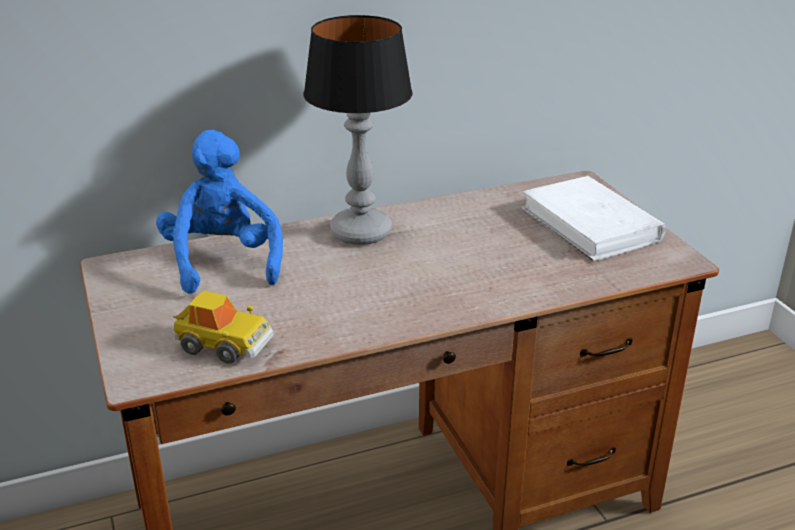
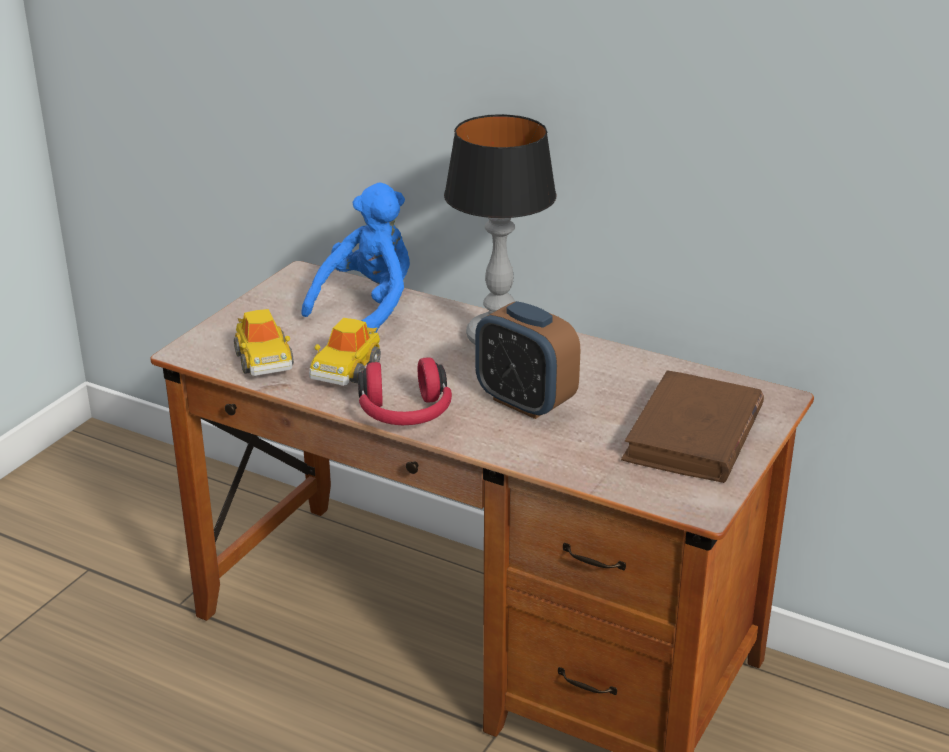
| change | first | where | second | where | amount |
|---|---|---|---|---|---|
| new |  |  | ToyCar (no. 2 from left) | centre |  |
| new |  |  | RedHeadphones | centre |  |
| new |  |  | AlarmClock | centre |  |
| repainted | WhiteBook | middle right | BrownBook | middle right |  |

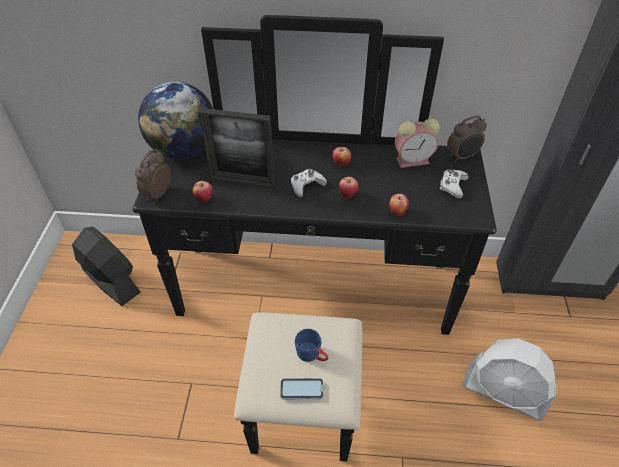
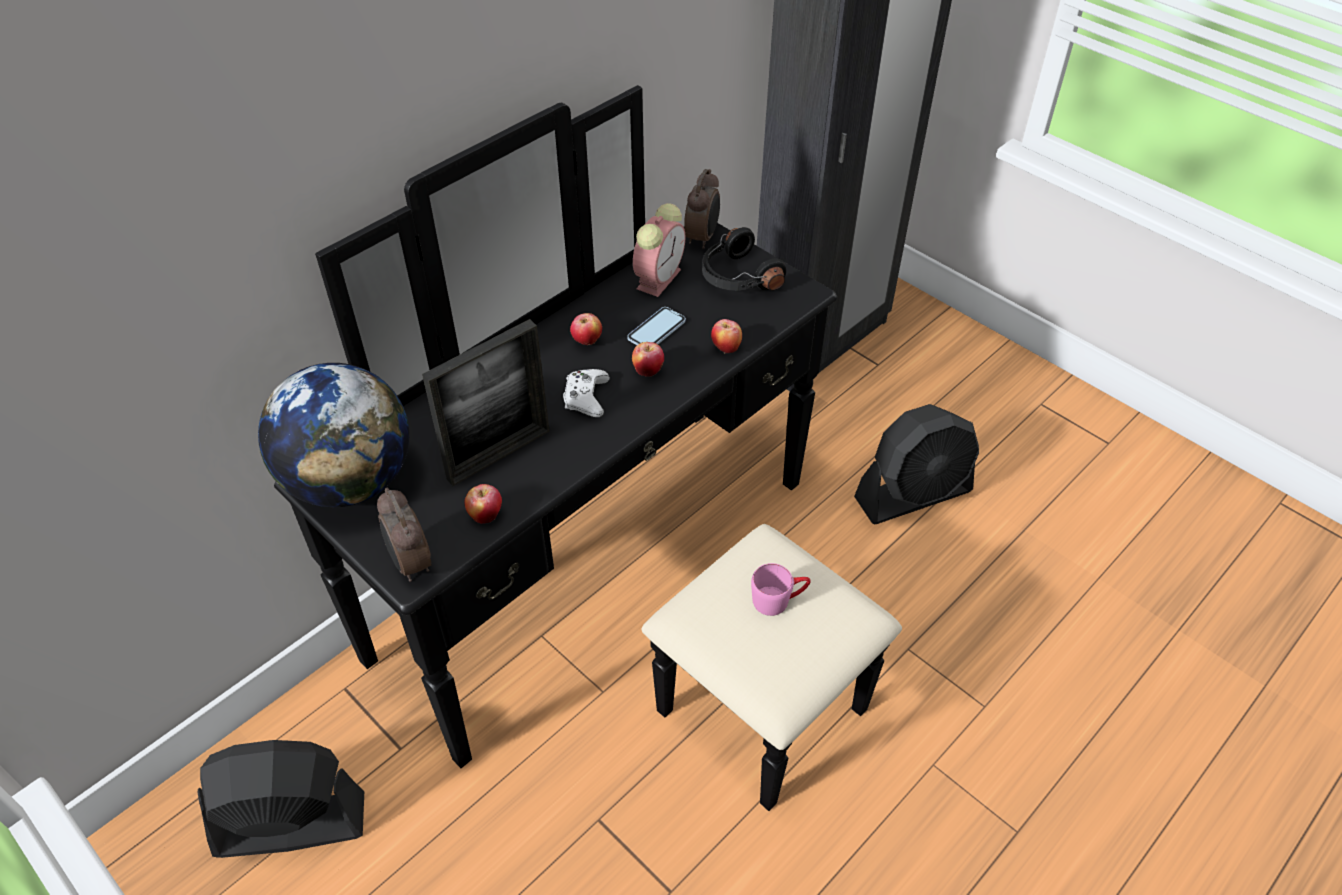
| change | first | where | second | where | amount |
|---|---|---|---|---|---|
| shifted | Phone | bottom centre |  | centre |  |
| swapped | WhiteGameController (no. 2 from left) | middle right | BlackHeadphones | top centre |  |
| repainted | BlueMug | bottom centre | PinkMug | centre |  |
| repainted | WhiteFan | bottom right | BlackFan (no. 2 from left) | middle right |  |

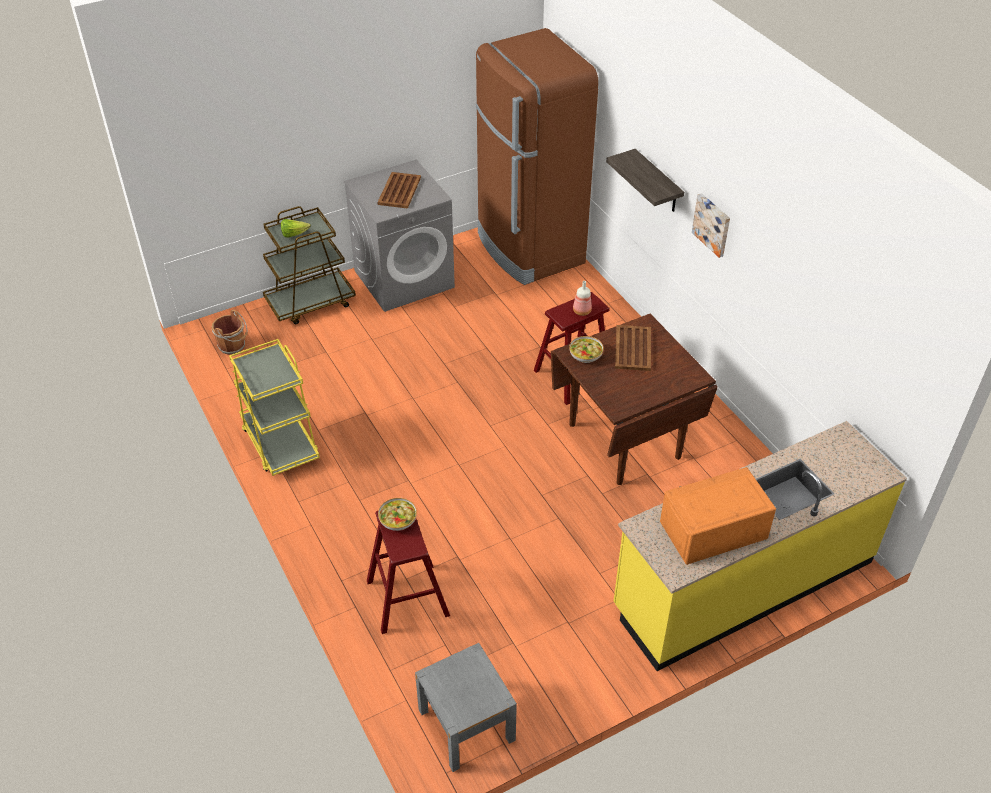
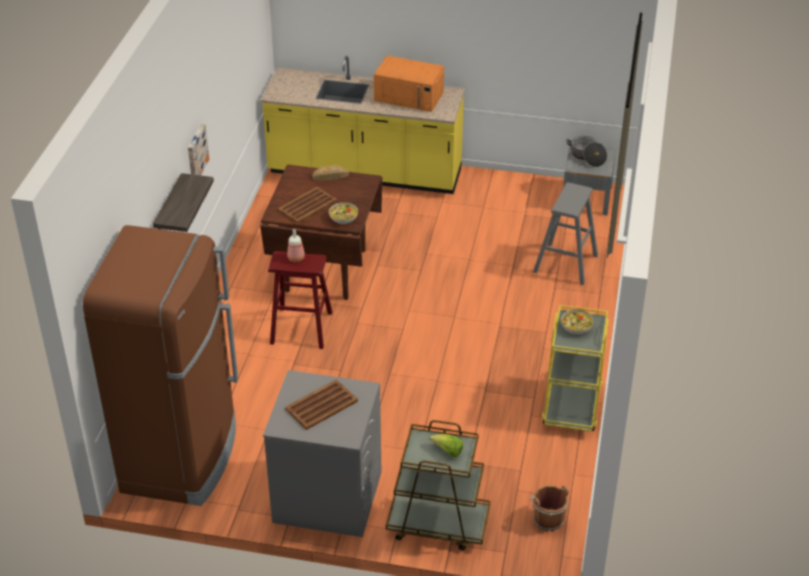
| change | first | where | second | where | amount |
|---|---|---|---|---|---|
| new |  |  | Bread | top centre |  |
| repainted | RedStool (no. 1 from left) | bottom centre | GreyStool | middle right |  |
| shifted | Bowl (no. 1 from left in the first image) | centre | Bowl (no. 2 from left) | middle right |  |
| new |  |  | CookingPot | top right |  |

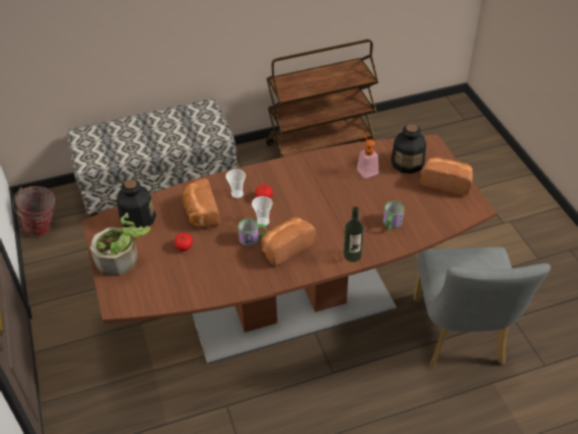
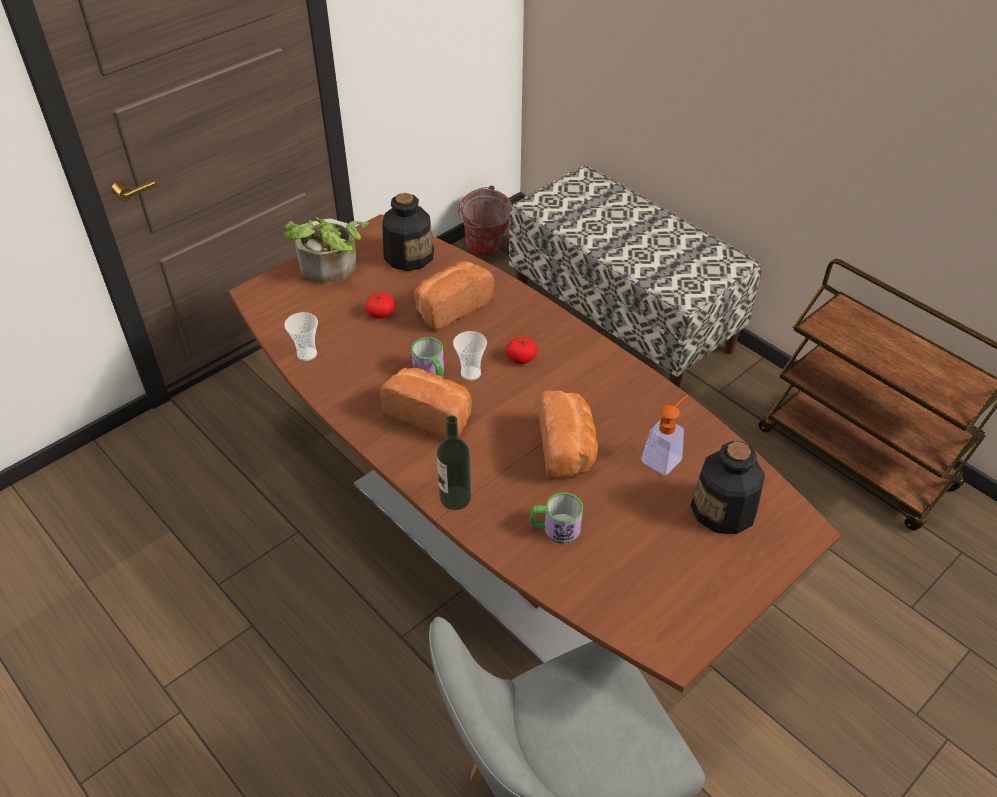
| change | first | where | second | where | amount |
|---|---|---|---|---|---|
| shifted | Cup (no. 1 from left) | centre |  | middle left |  |
| shifted | Bread (no. 3 from left) | middle right |  | centre |  |

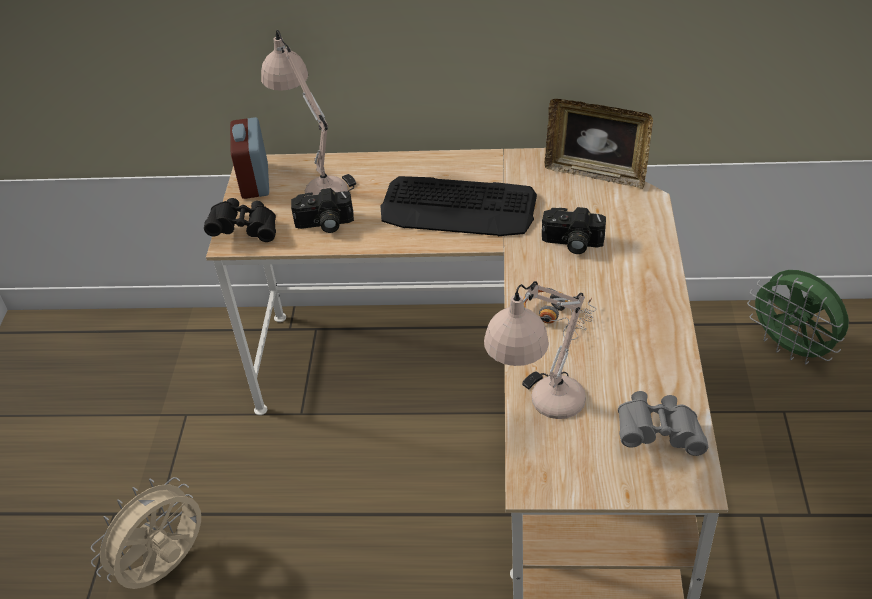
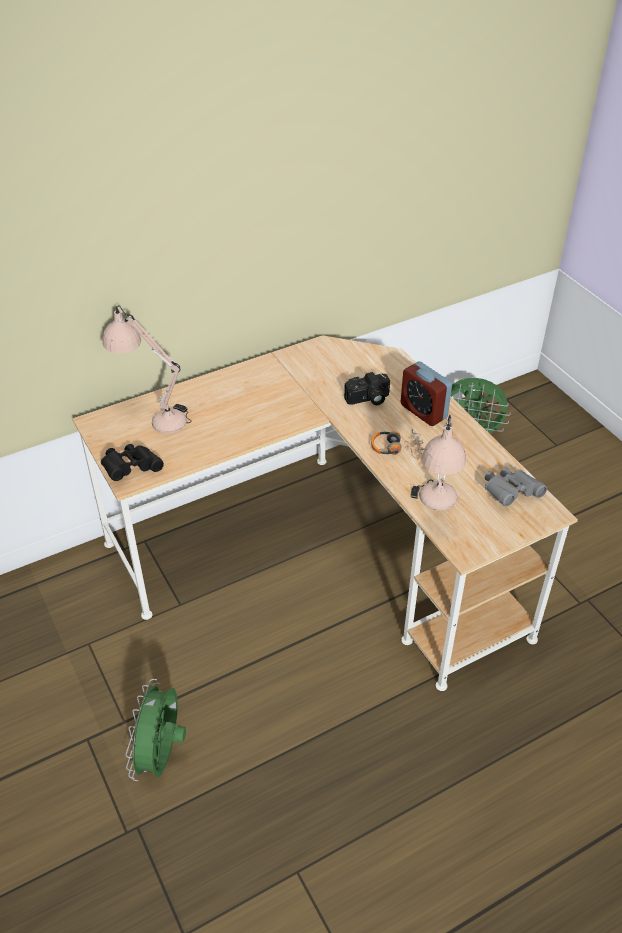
| change | first | where | second | where | amount |
|---|---|---|---|---|---|
| repainted | BeigeFan | bottom left | GreenFan (no. 1 from left) | bottom left |  |
| shifted | AlarmClock | top left |  | middle right |  |
| gone | PhotoCamera (no. 1 from left) | centre |  |  |  |
| gone | Keyboard | centre |  |  |  |
| gone | PictureFrame | top right |  |  |  |

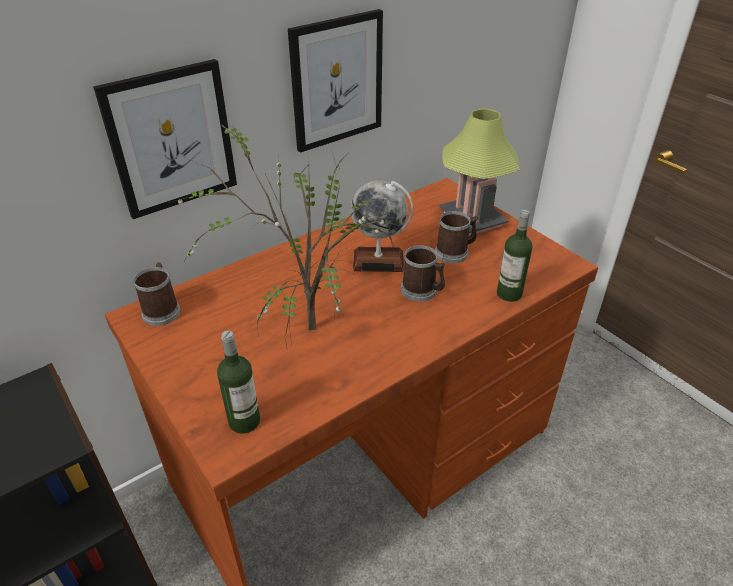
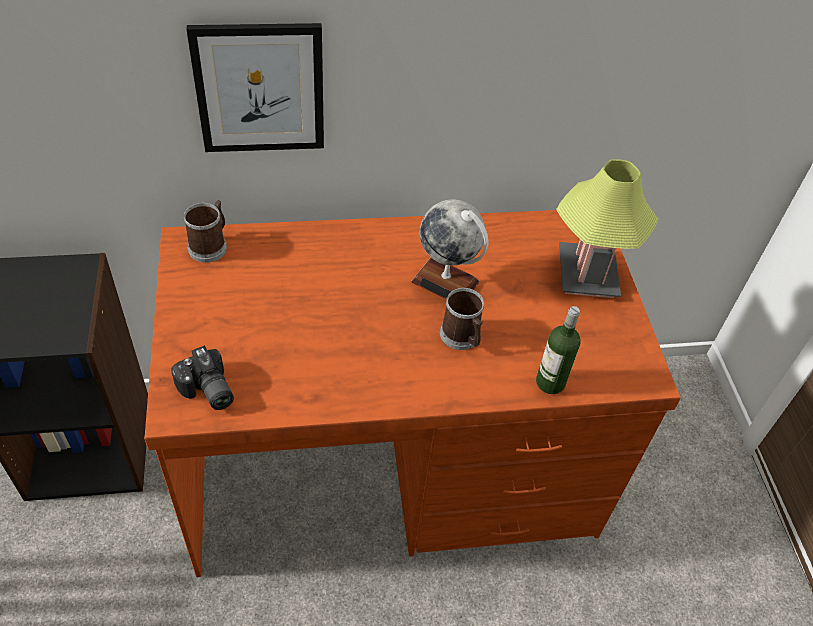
| change | first | where | second | where | amount |
|---|---|---|---|---|---|
| swapped | Bottle (no. 1 from left) | middle left | PhotoCamera | middle left |  |
| gone | PottedPlant | centre |  |  |  |
| gone | Picture (no. 2 from left) | top centre |  |  |  |
| gone | Mug (no. 3 from left) | centre |  |  |  |

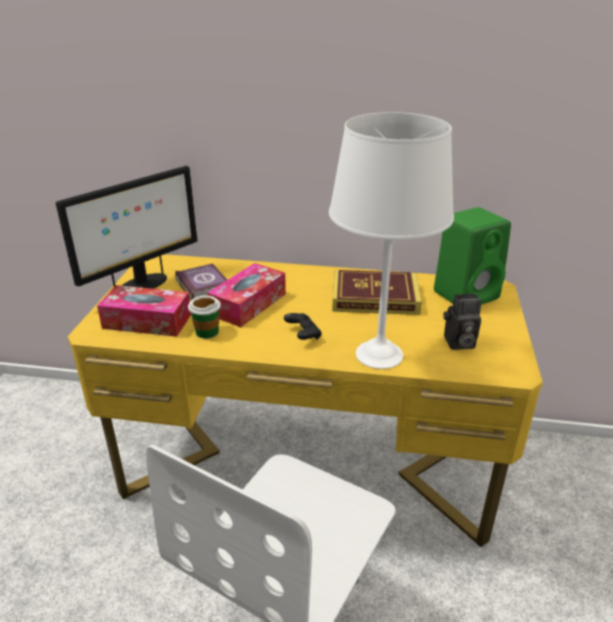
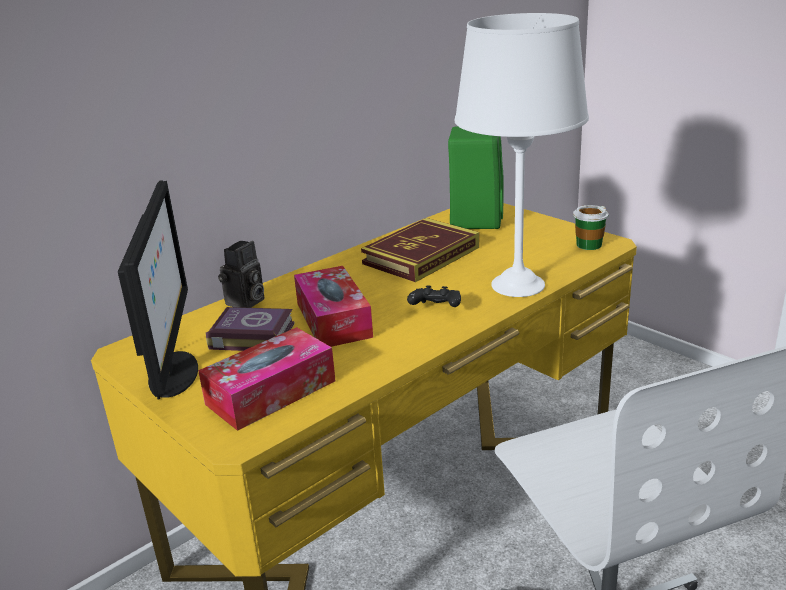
| change | first | where | second | where | amount |
|---|---|---|---|---|---|
| shifted | PhotoCamera | middle right |  | middle left |  |
| shifted | Cup | middle left |  | middle right |  |

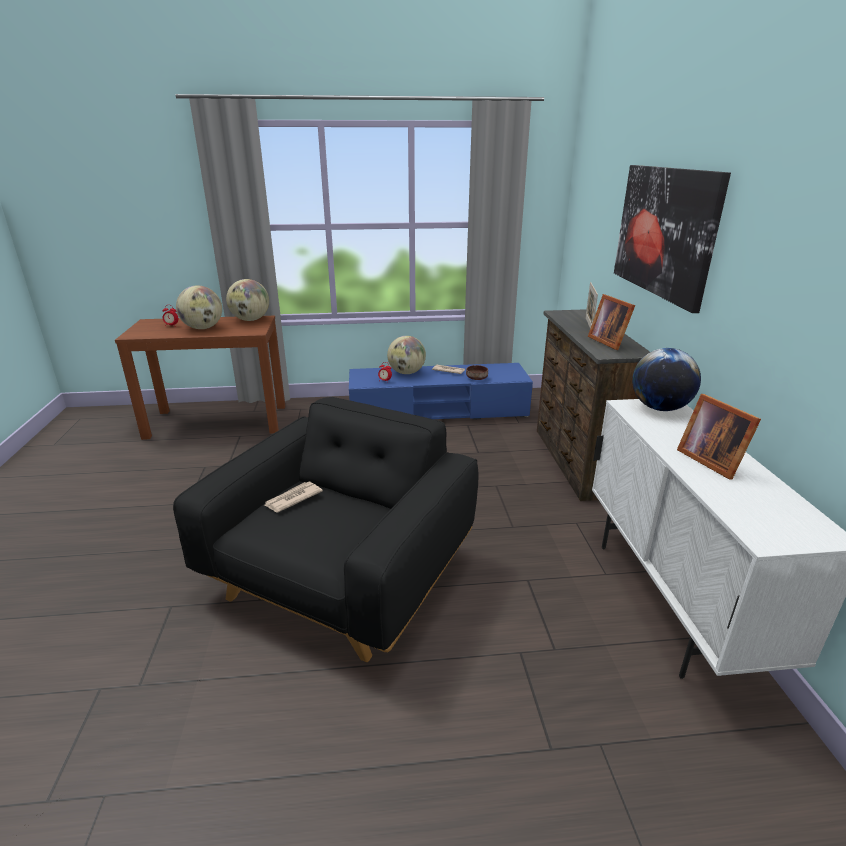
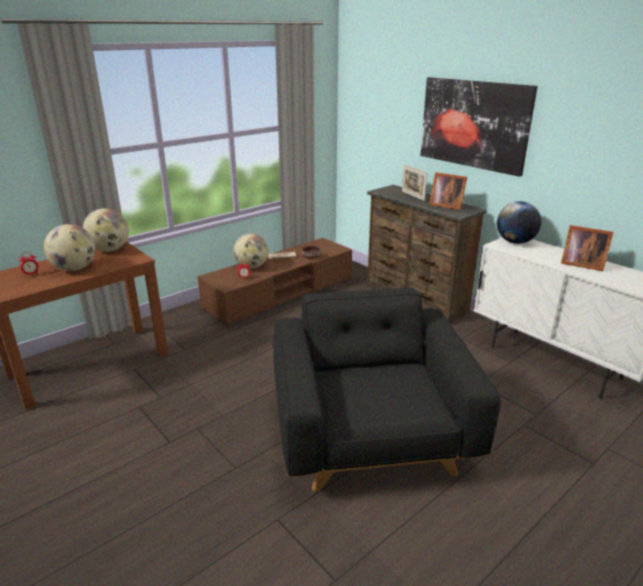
| change | first | where | second | where | amount |
|---|---|---|---|---|---|
| repainted | BlueTvStand | centre | BrownTvStand | centre |  |
| gone | Newspaper (no. 1 from left) | centre |  |  |  |

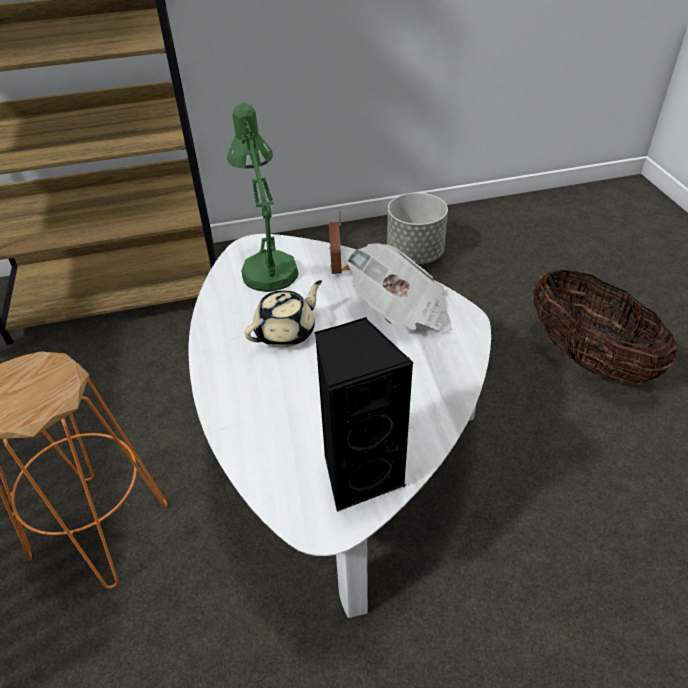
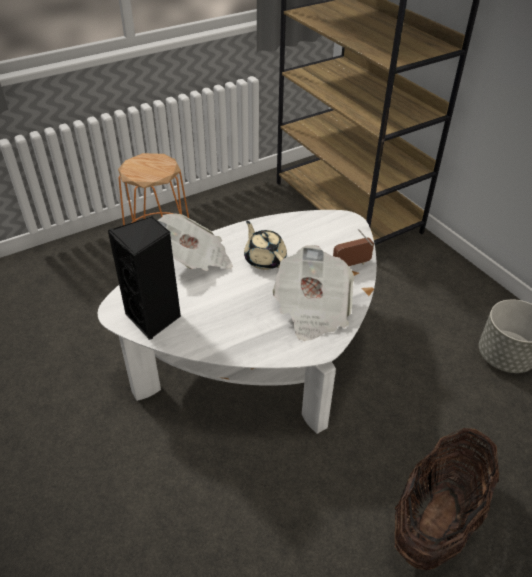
| change | first | where | second | where | amount |
|---|---|---|---|---|---|
| new |  |  | Newspaper (no. 1 from left) | centre |  |
| rotated | BeigeTeapot | centre |  | centre | 150 degrees counterclockwise |
| gone | GreenTableLamp | top centre |  |  |  |

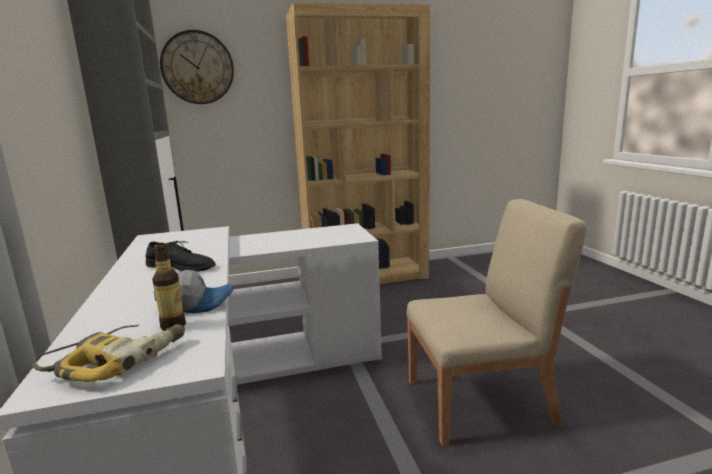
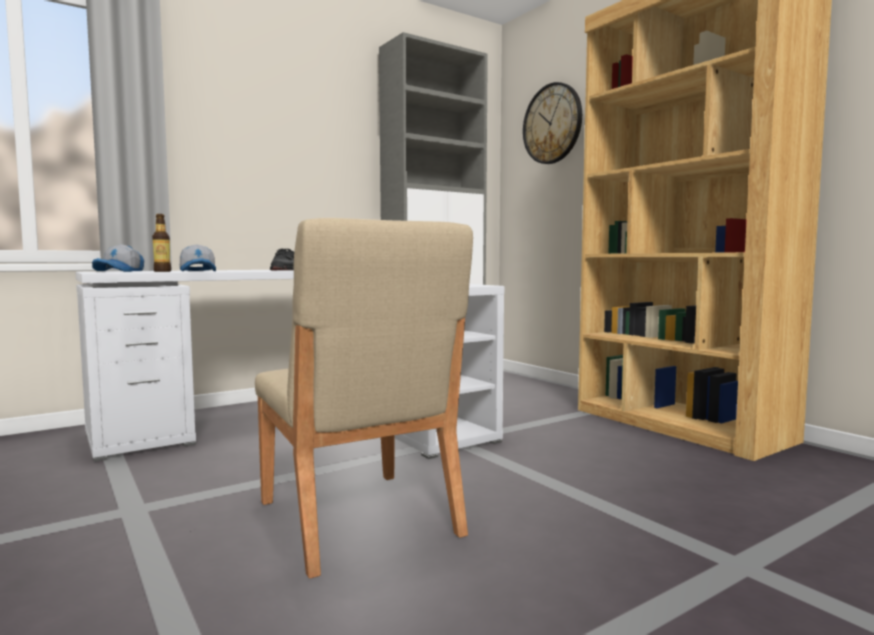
| change | first | where | second | where | amount |
|---|---|---|---|---|---|
| swapped | PowerDrill | bottom left | Cap (no. 1 from left) | middle left |  |

